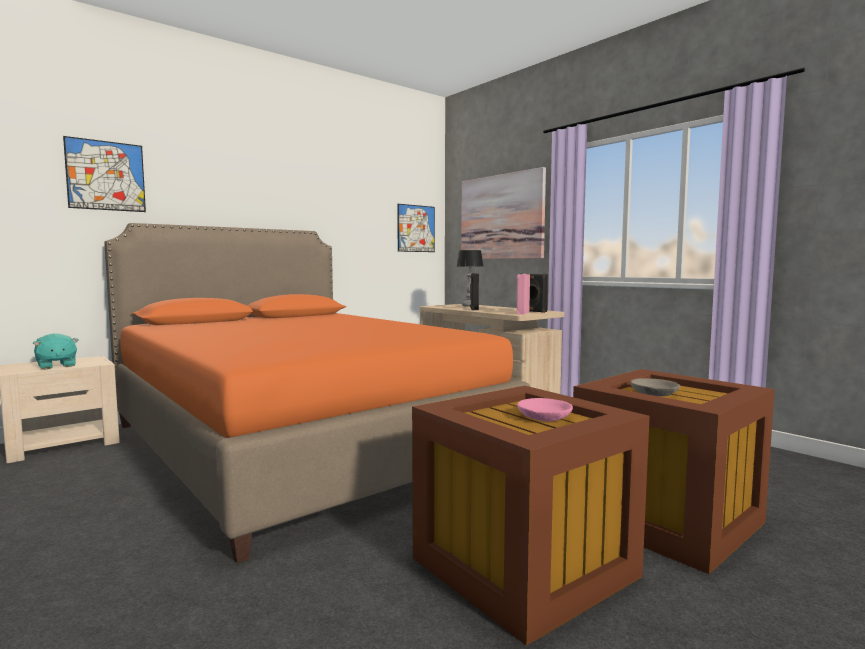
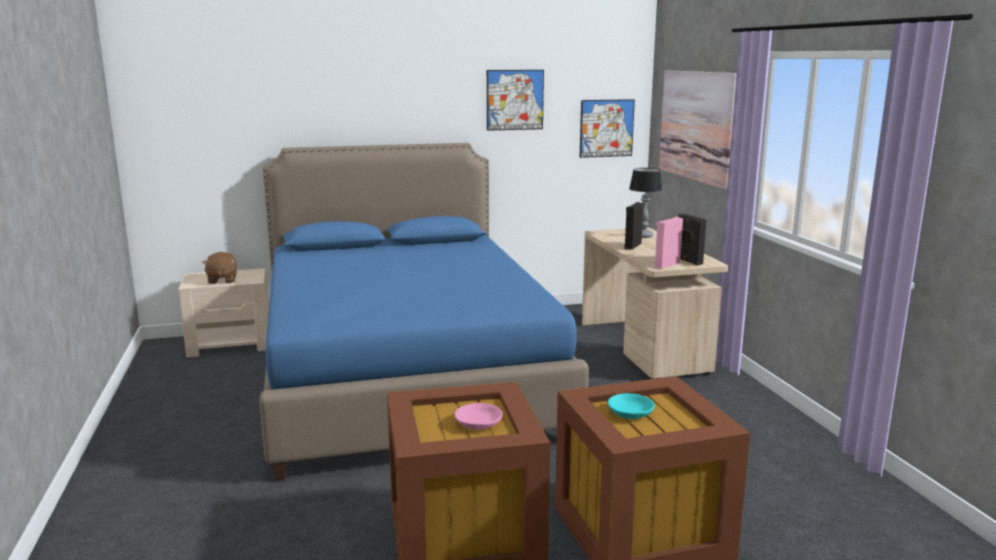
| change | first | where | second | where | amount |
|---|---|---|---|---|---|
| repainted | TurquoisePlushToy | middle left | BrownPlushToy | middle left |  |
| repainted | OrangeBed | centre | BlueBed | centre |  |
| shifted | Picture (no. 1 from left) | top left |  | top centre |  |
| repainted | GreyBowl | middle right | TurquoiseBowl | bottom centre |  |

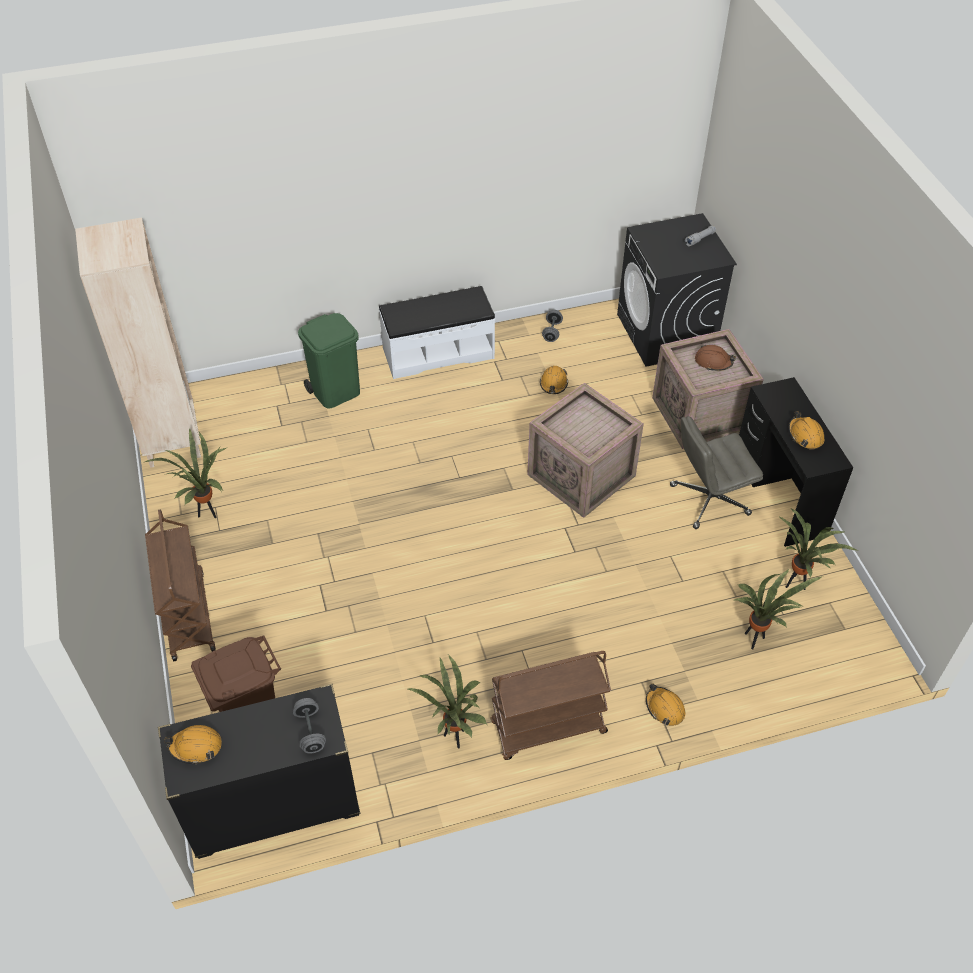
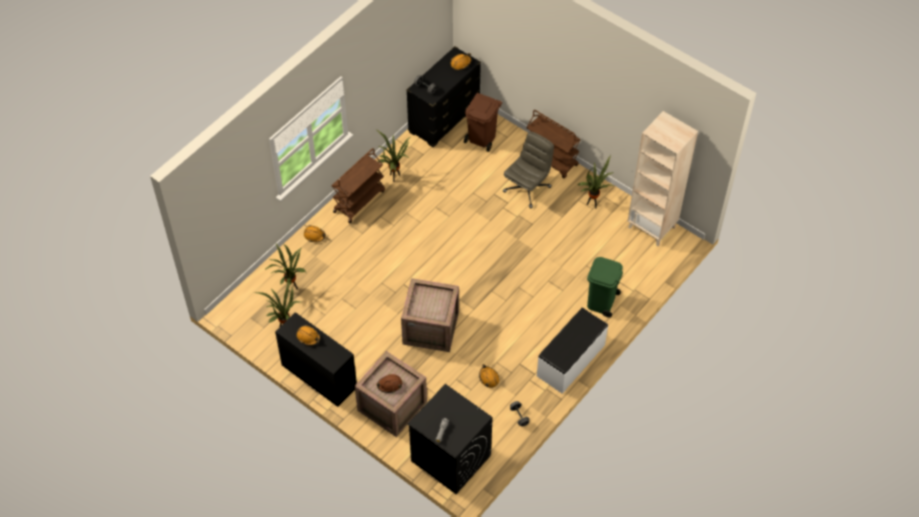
| change | first | where | second | where | amount |
|---|---|---|---|---|---|
| shifted | GreyOfficeChair | middle right |  | top centre |  |

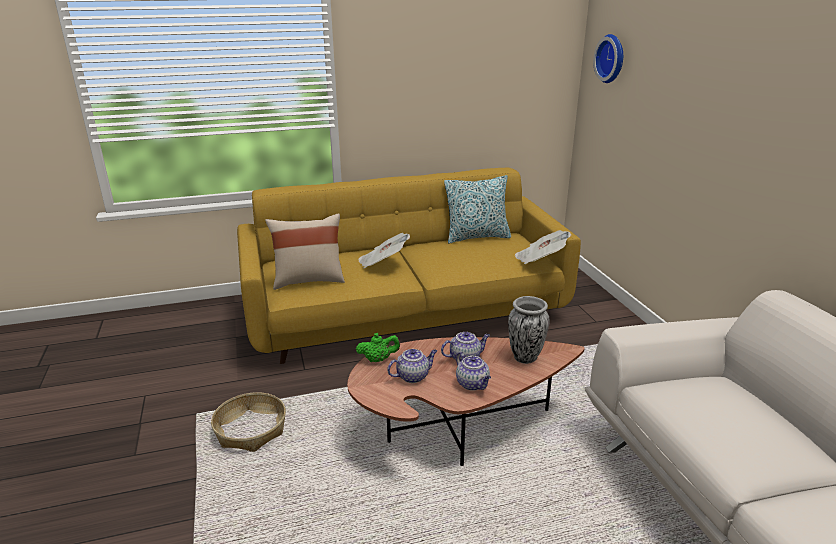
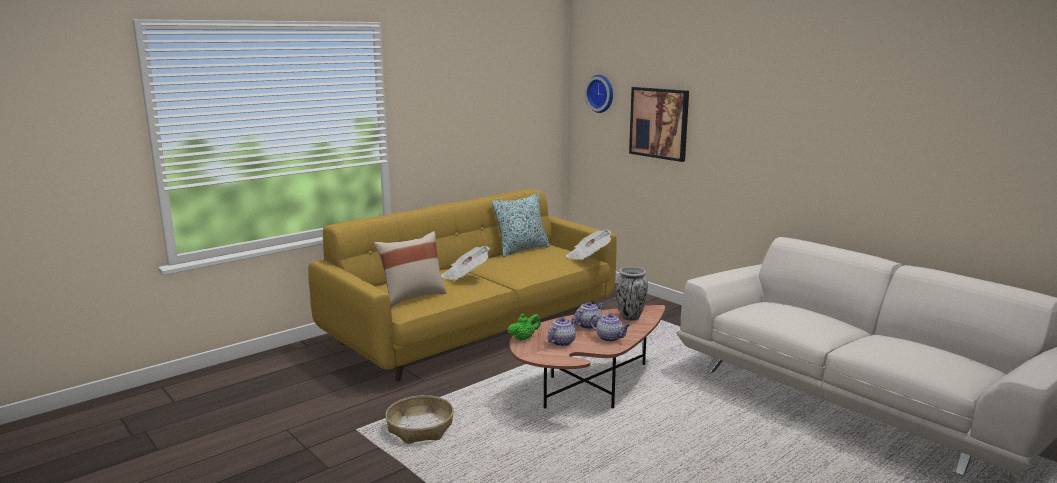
| change | first | where | second | where | amount |
|---|---|---|---|---|---|
| new |  |  | Picture | top centre |  |

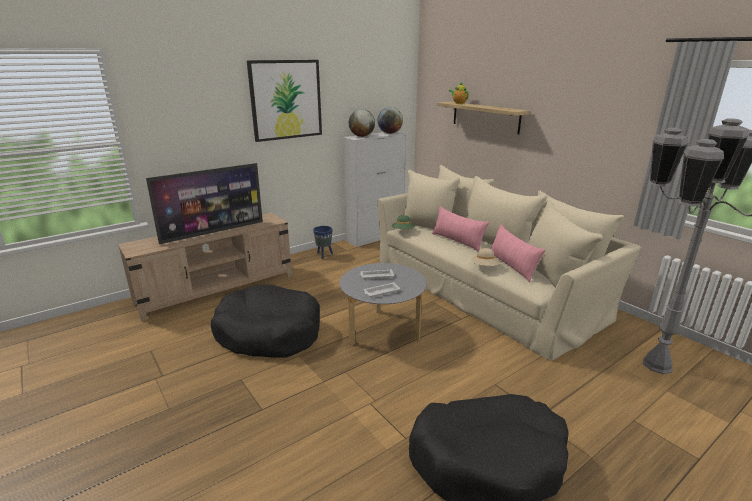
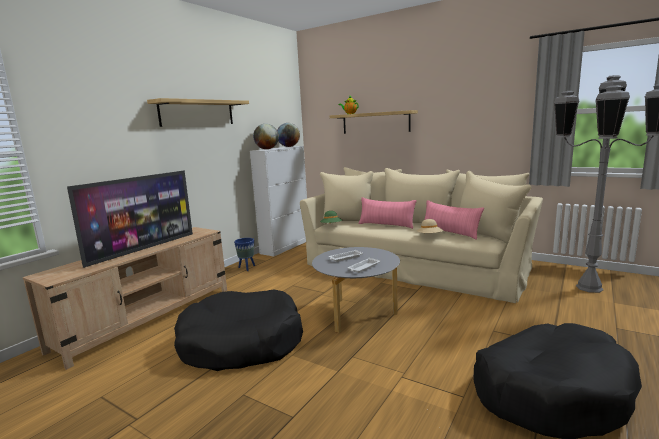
| change | first | where | second | where | amount |
|---|---|---|---|---|---|
| swapped | Picture | top centre | Shelf (no. 1 from left) | top left |  |

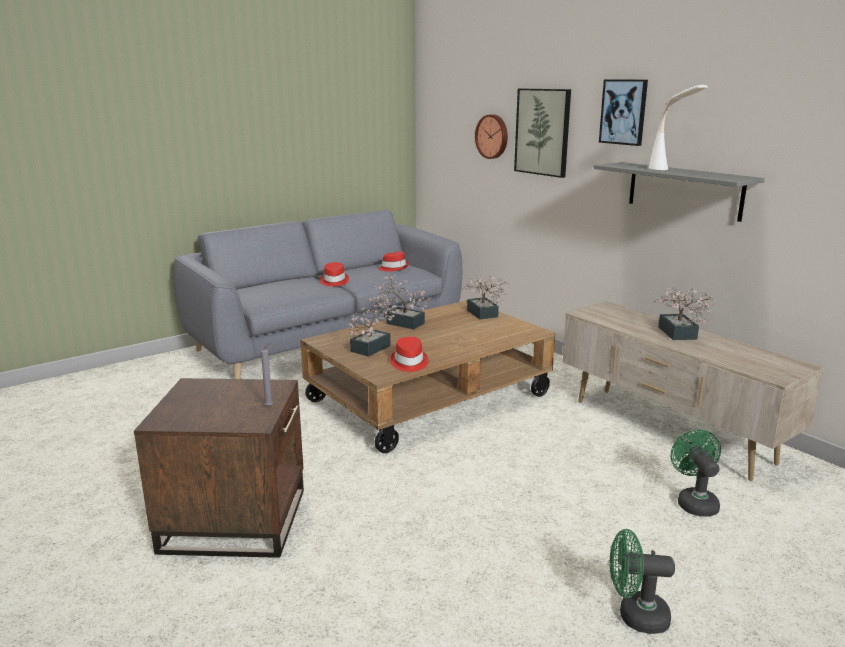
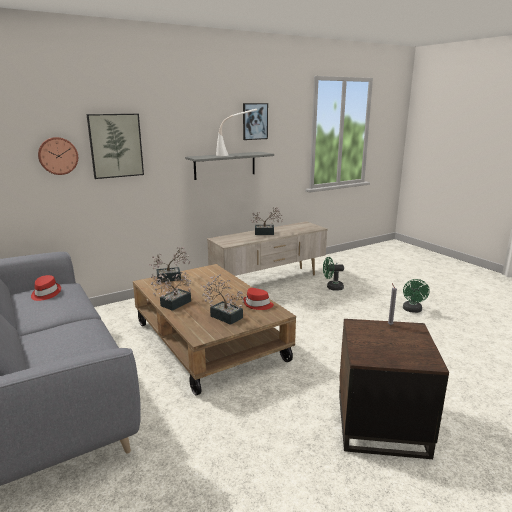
| change | first | where | second | where | amount |
|---|---|---|---|---|---|
| shifted | Picture (no. 2 from left) | top right |  | top centre |  |
| gone | RedHat (no. 1 from left) | centre |  |  |  |

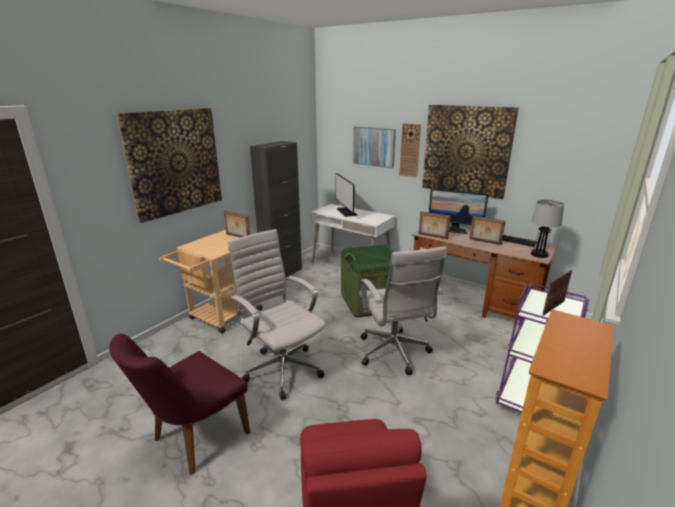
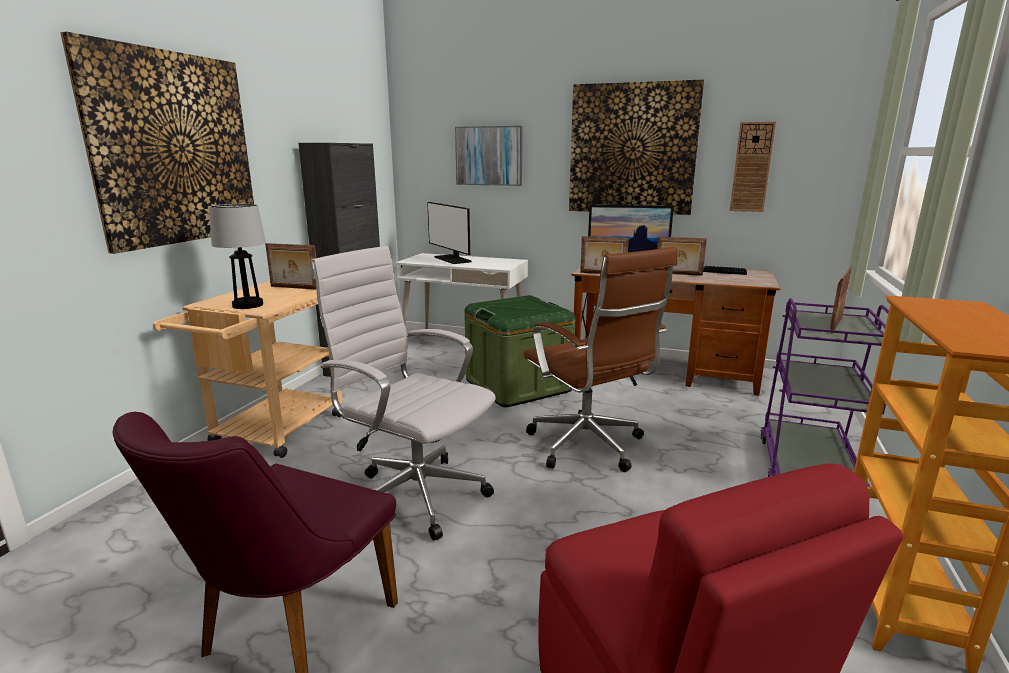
| change | first | where | second | where | amount |
|---|---|---|---|---|---|
| shifted | TableLamp | middle right |  | middle left |  |
| repainted | WhiteOfficeChair (no. 2 from left) | centre | BrownOfficeChair | centre |  |
| shifted | WallClock | top centre |  | top right |  |

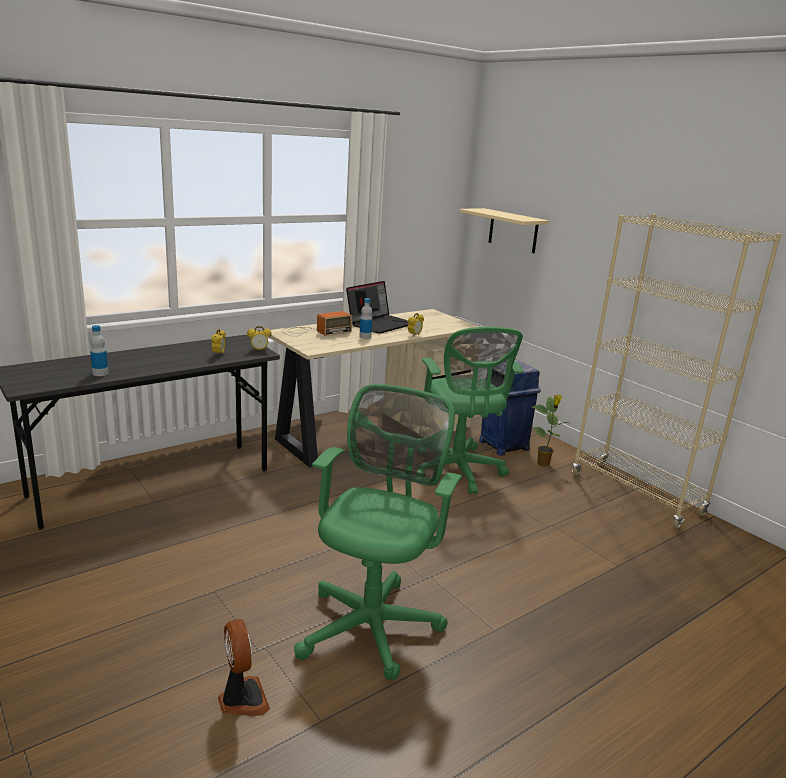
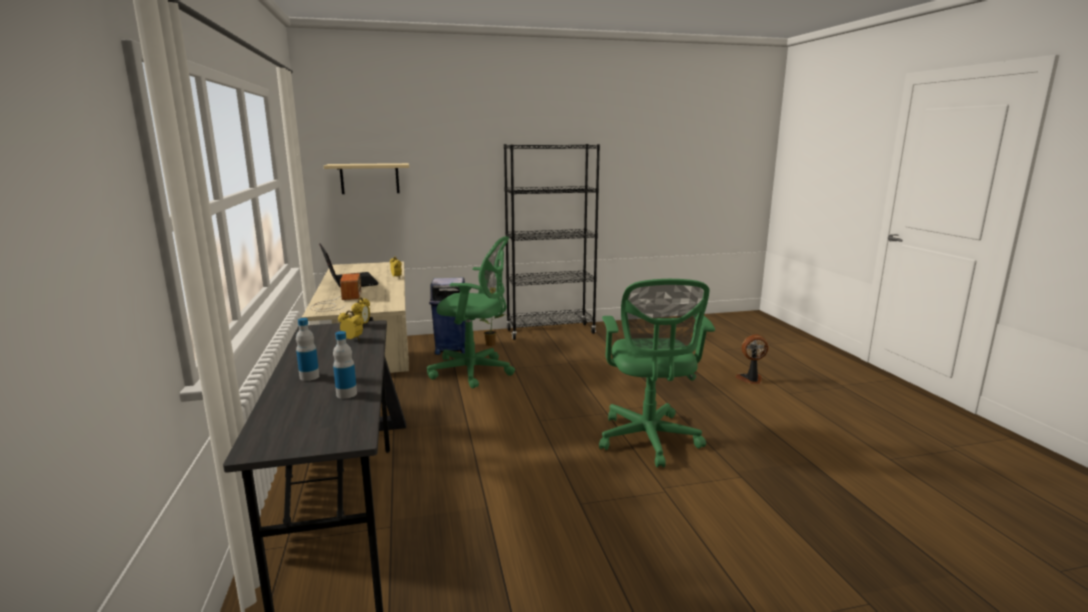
| change | first | where | second | where | amount |
|---|---|---|---|---|---|
| shifted | Bottle (no. 2 from left in the first image) | centre | Bottle (no. 1 from left) | middle left |  |
| repainted | BeigeBookcase | middle right | BlackBookcase | centre |  |
| rotated | GreenOfficeChair (no. 1 from left in the first image) | bottom centre | GreenOfficeChair (no. 2 from left) | centre | 135 degrees counterclockwise |
| shifted | Fan | bottom left |  | middle right |  |

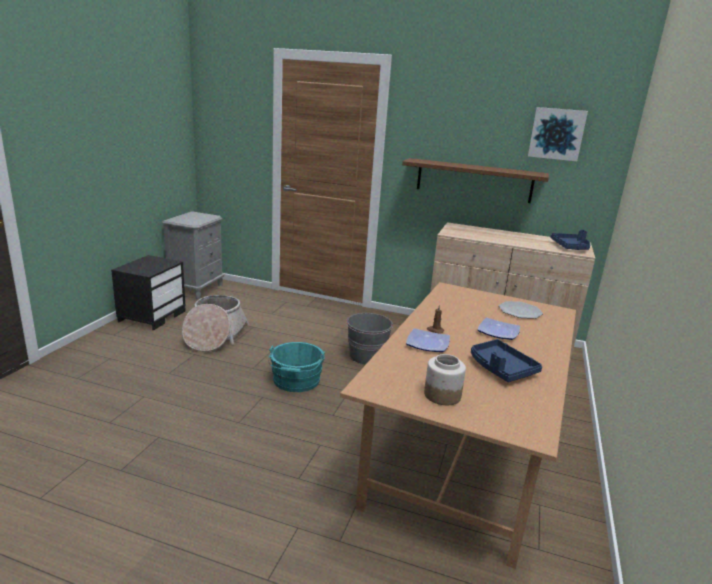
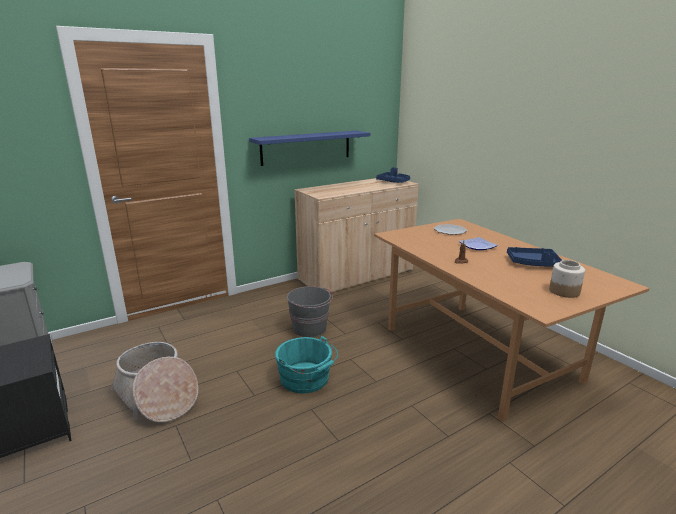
| change | first | where | second | where | amount |
|---|---|---|---|---|---|
| repainted | BrownShelf | top right | BlueShelf | top centre |  |
| gone | Plate (no. 1 from left) | centre |  |  |  |
| gone | Picture | top right |  |  |  |

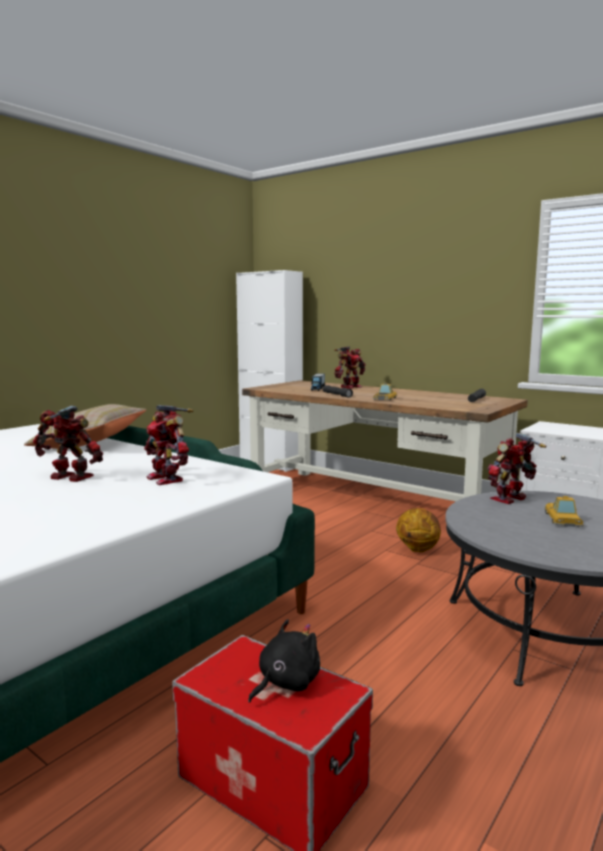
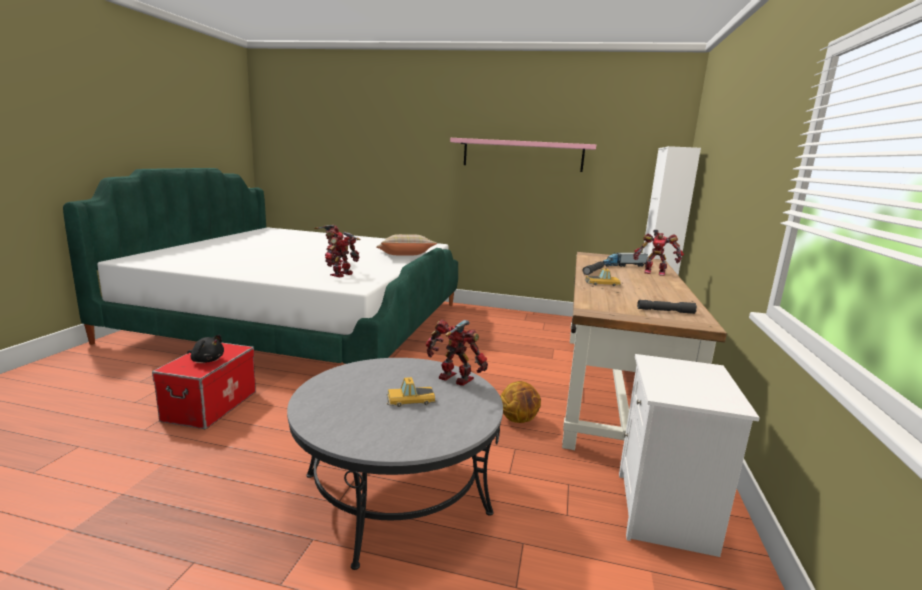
| change | first | where | second | where | amount |
|---|---|---|---|---|---|
| new |  |  | PinkShelf | top centre |  |

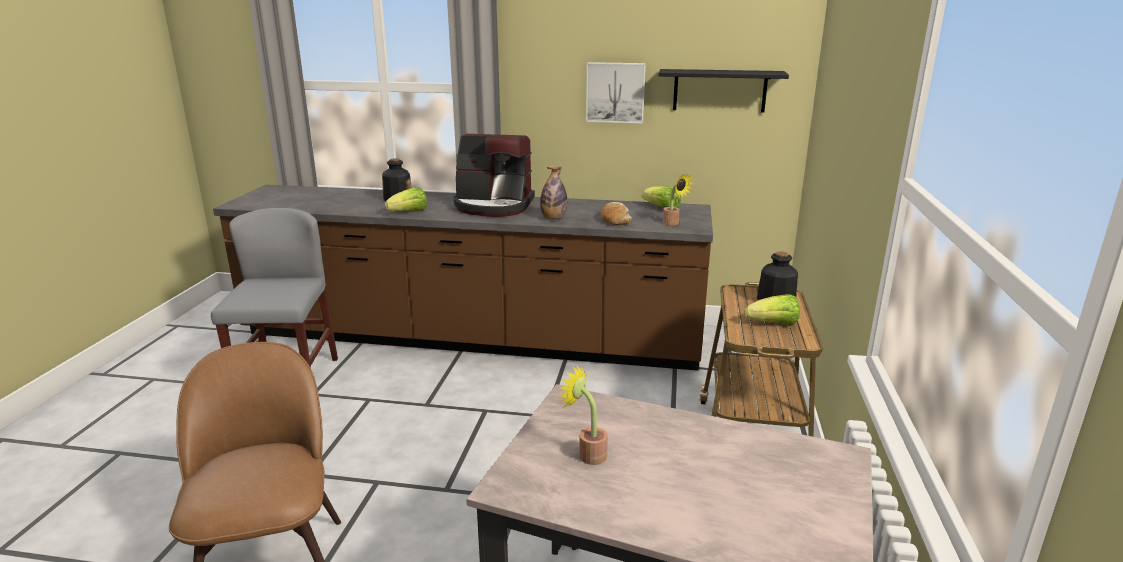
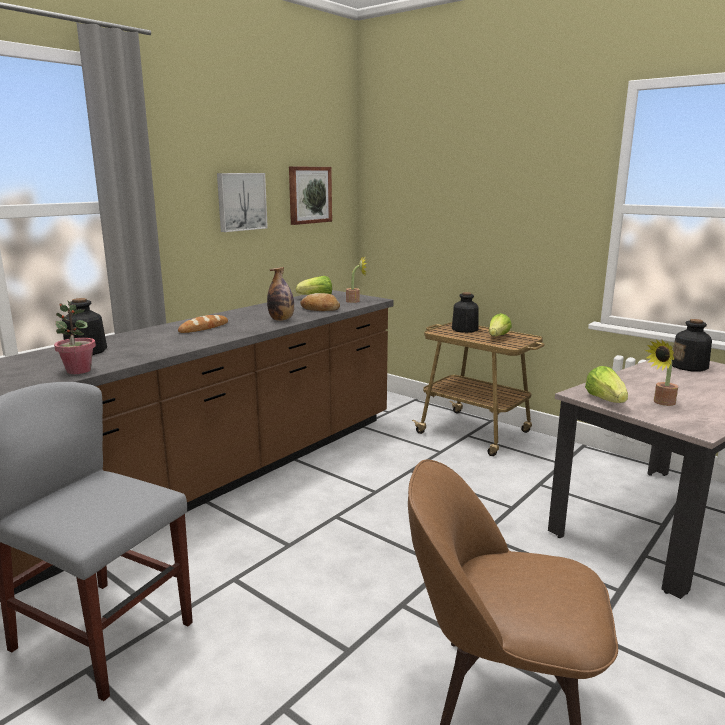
| change | first | where | second | where | amount |
|---|---|---|---|---|---|
| new |  |  | PottedPlant (no. 1 from left) | middle left |  |
| swapped | CoffeeMachine | top centre | Bread (no. 1 from left) | middle left |  |
| swapped | BlackShelf | top centre | Picture (no. 2 from left) | top centre |  |
| shifted | Lettuce (no. 1 from left in the first image) | centre | Lettuce (no. 3 from left) | middle right |  |
| new |  |  | Bottle (no. 4 from left) | middle right |  |

